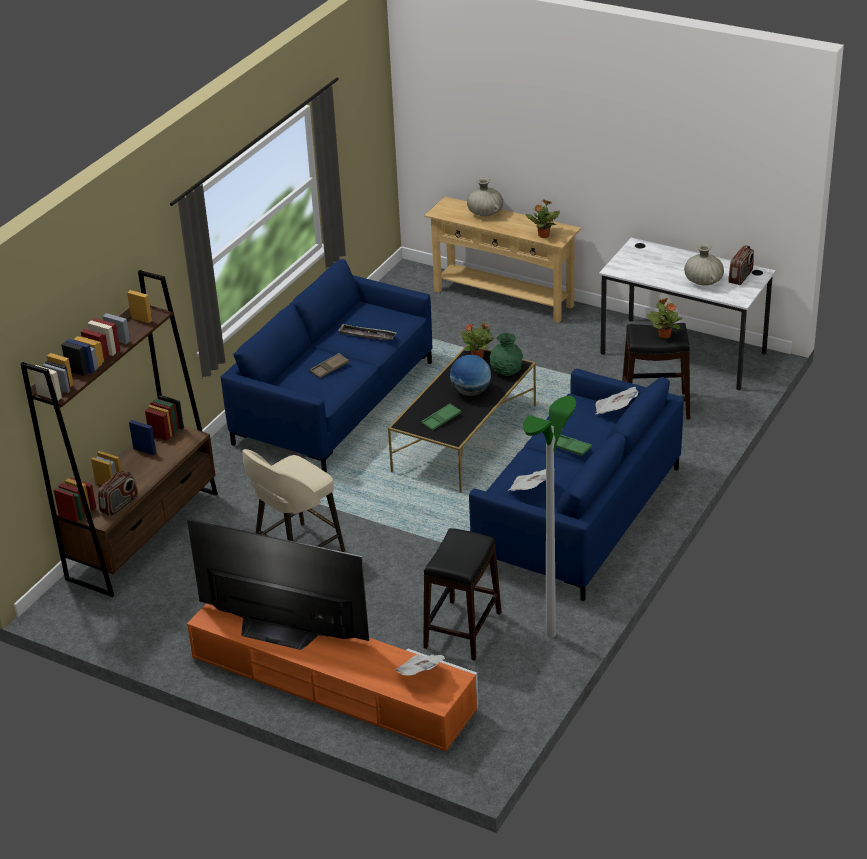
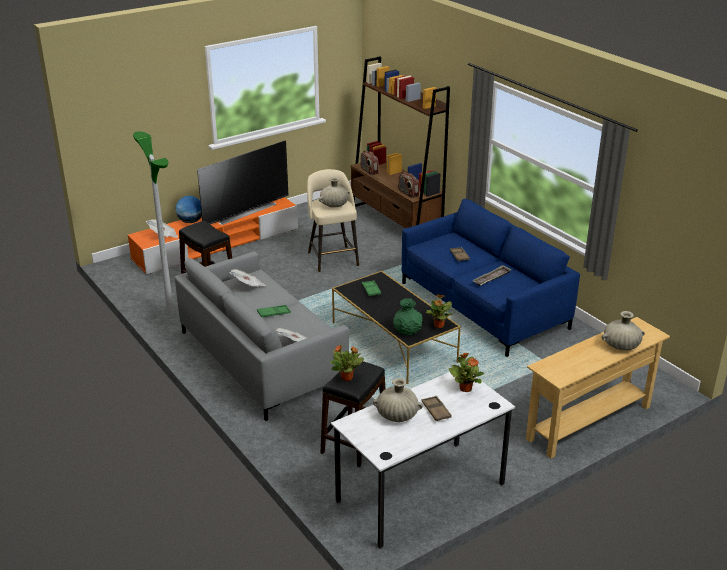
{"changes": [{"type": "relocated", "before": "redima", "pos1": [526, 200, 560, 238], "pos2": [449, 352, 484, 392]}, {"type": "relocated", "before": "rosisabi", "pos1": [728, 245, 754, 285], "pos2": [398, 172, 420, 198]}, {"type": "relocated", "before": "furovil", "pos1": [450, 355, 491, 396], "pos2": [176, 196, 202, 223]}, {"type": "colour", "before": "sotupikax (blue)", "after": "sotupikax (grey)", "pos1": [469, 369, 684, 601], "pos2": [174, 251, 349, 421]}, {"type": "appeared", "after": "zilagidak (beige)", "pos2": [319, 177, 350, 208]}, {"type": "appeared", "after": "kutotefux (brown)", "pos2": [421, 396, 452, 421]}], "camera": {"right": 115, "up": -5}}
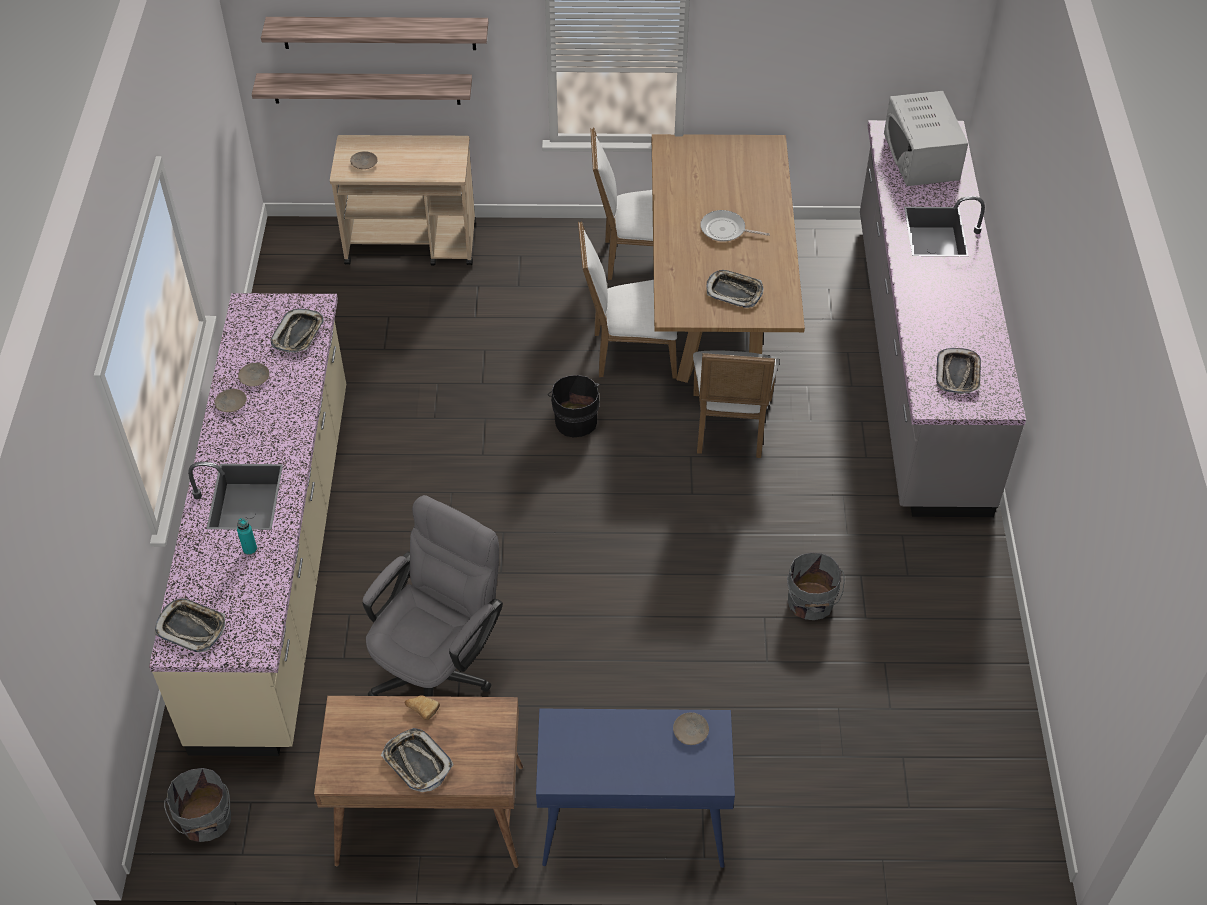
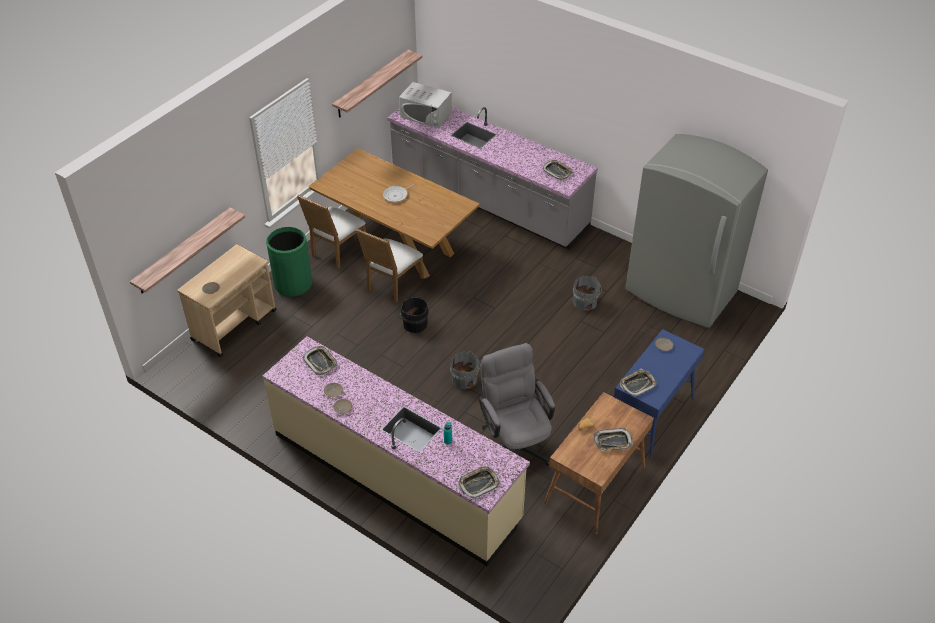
{"changes": [{"type": "relocated", "before": "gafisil", "pos1": [261, 17, 488, 50], "pos2": [332, 50, 422, 118]}, {"type": "relocated", "before": "kutotefux", "pos1": [707, 270, 764, 308], "pos2": [620, 369, 657, 397]}, {"type": "missing", "before": "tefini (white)", "pos1": [693, 350, 780, 458]}, {"type": "relocated", "before": "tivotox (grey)", "pos1": [164, 768, 231, 842], "pos2": [450, 351, 480, 389]}, {"type": "appeared", "after": "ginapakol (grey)", "pos2": [625, 134, 768, 328]}, {"type": "appeared", "after": "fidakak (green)", "pos2": [266, 227, 312, 297]}], "camera": {"right": -55, "up": -5}}
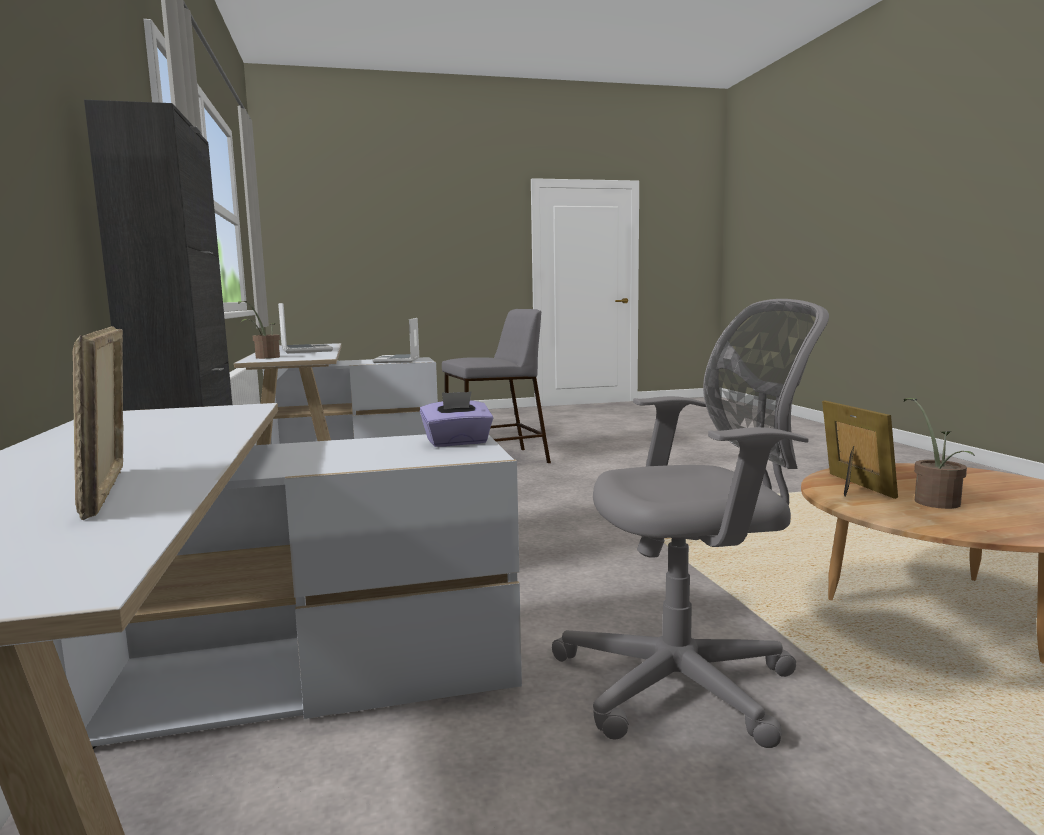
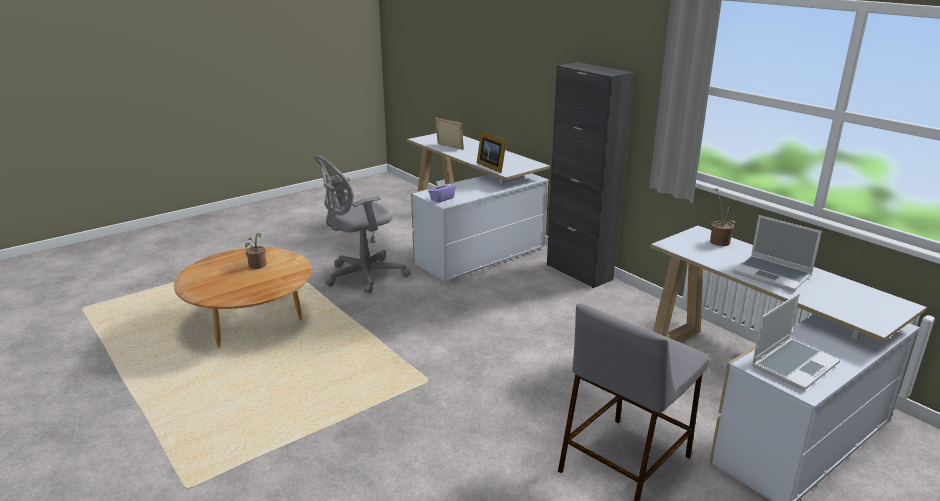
{"changes": [{"type": "spun", "before": "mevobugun", "pos1": [372, 318, 420, 363], "pos2": [751, 293, 840, 390], "turn": 75}, {"type": "relocated", "before": "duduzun", "pos1": [822, 401, 898, 499], "pos2": [477, 131, 507, 173]}], "camera": {"right": 155, "up": 15}}
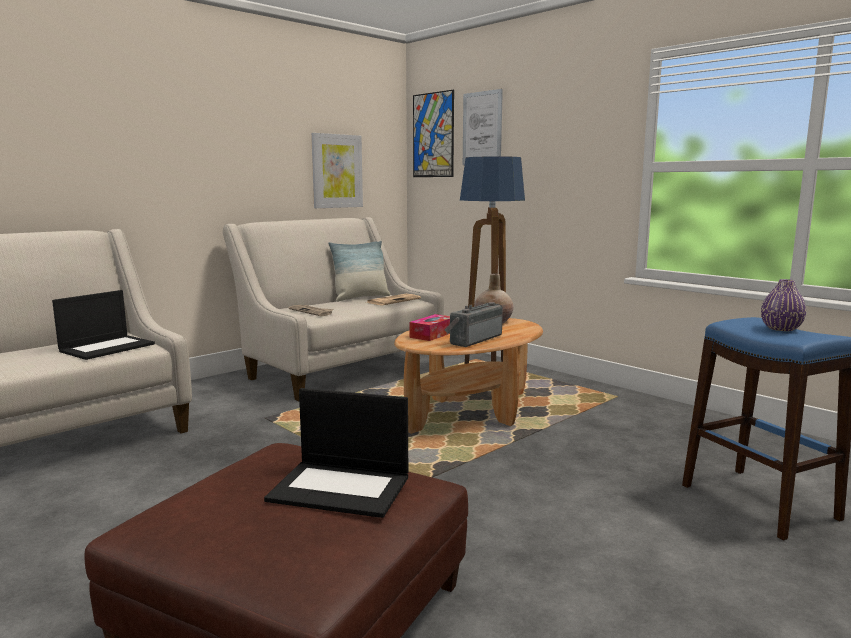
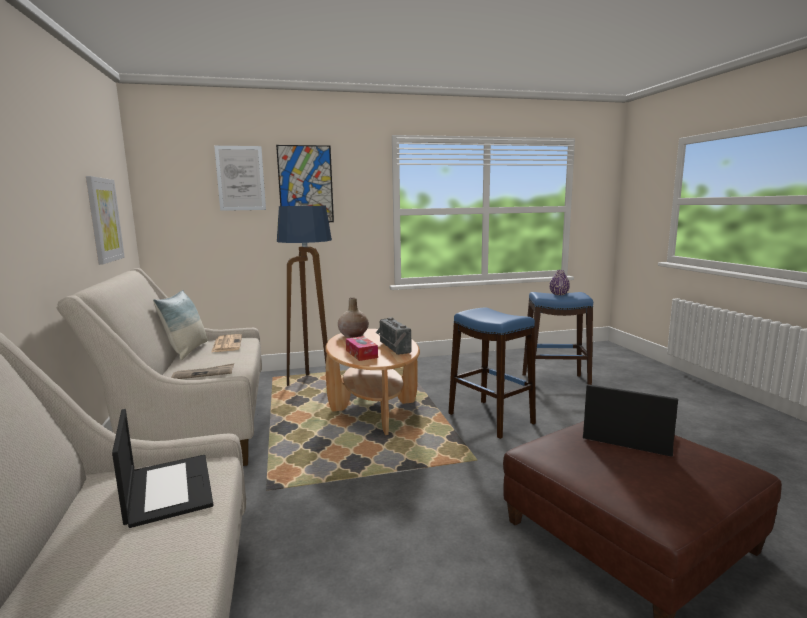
{"changes": [{"type": "relocated", "before": "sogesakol", "pos1": [413, 90, 454, 177], "pos2": [276, 145, 334, 222]}, {"type": "spun", "before": "mevobugun", "pos1": [264, 388, 408, 518], "pos2": [583, 384, 678, 457], "turn": -105}, {"type": "appeared", "after": "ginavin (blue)", "pos2": [448, 307, 536, 439]}], "camera": {"right": -60, "up": 0}}
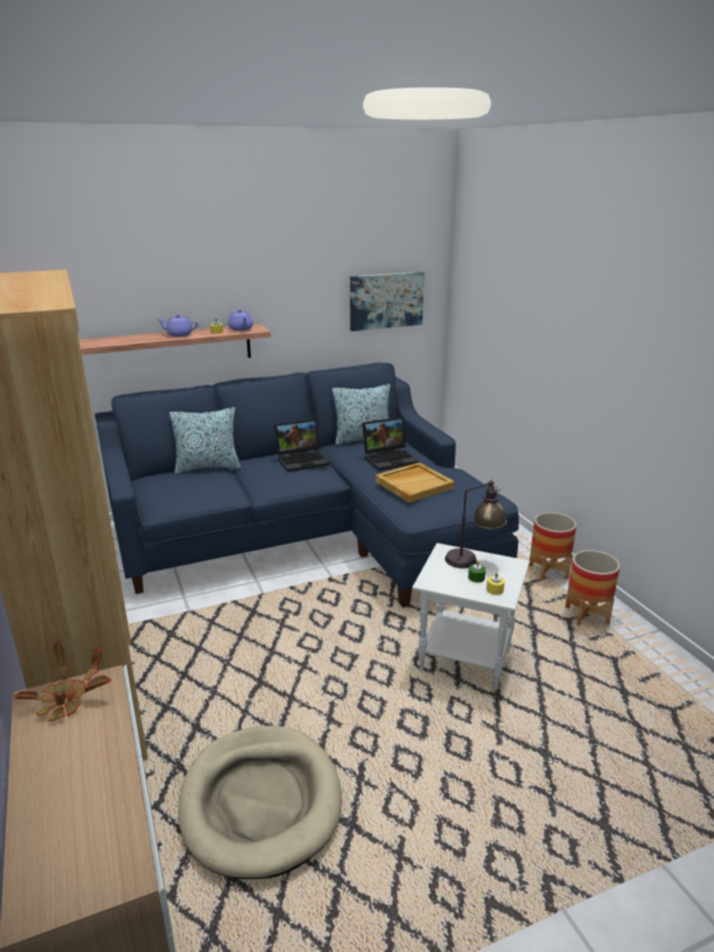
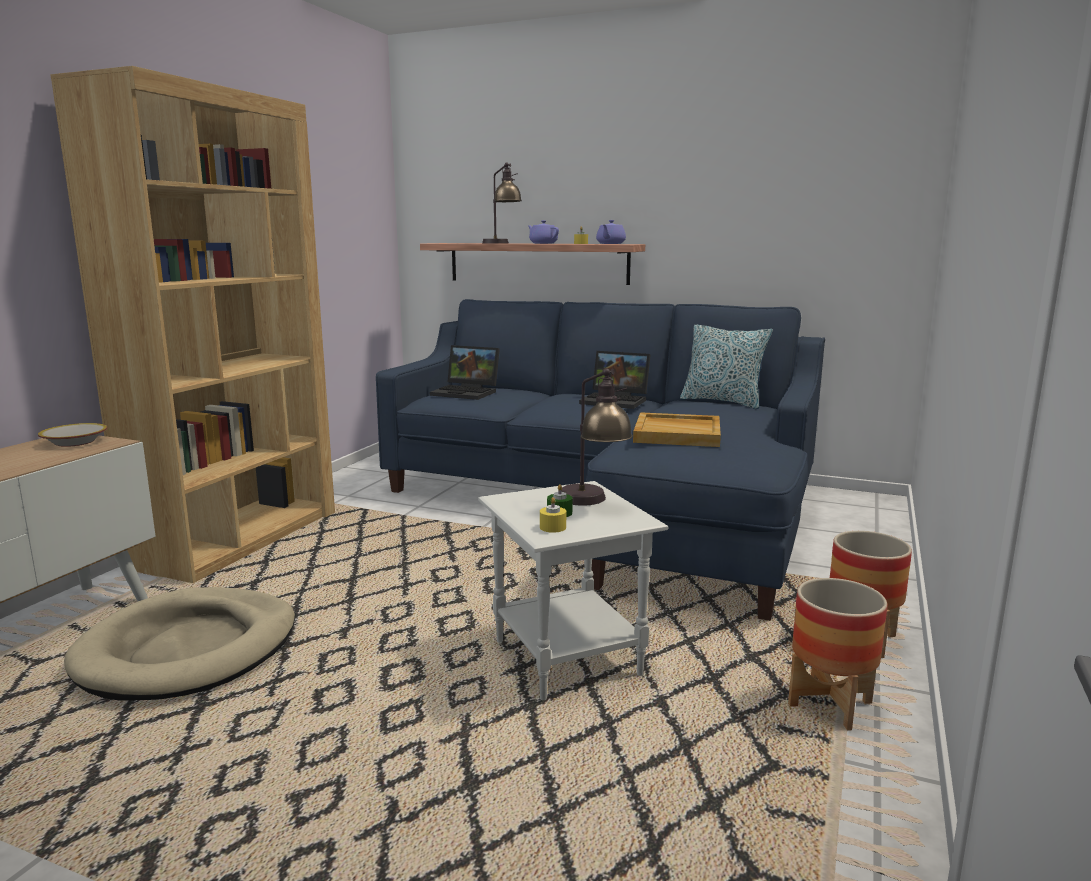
{"changes": [{"type": "missing", "before": "sogesakol", "pos1": [350, 272, 424, 331]}, {"type": "missing", "before": "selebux", "pos1": [169, 407, 241, 474]}, {"type": "relocated", "before": "mevobugun", "pos1": [362, 417, 419, 471], "pos2": [430, 345, 500, 400]}, {"type": "exchanged", "before": "redima", "after": "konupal", "pos1": [14, 641, 111, 721], "pos2": [38, 423, 107, 447]}, {"type": "appeared", "after": "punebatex", "pos2": [482, 163, 522, 244]}], "camera": {"right": 45, "up": -10}}
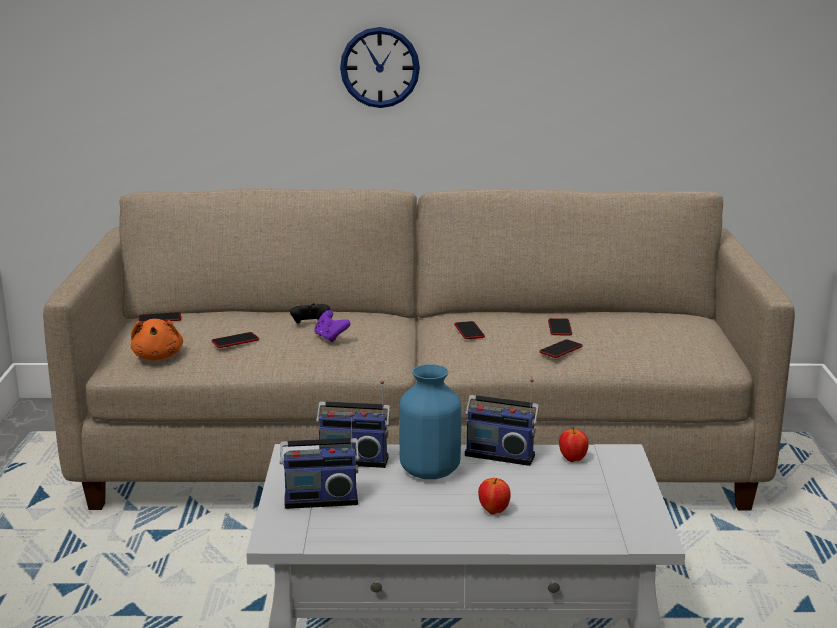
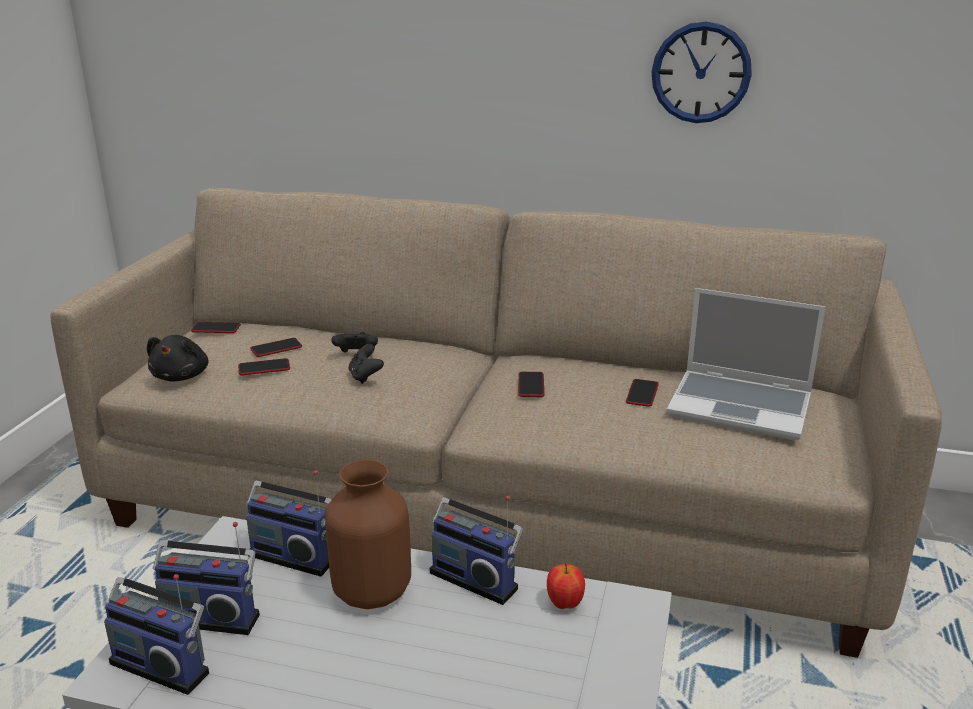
{"changes": [{"type": "relocated", "before": "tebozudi", "pos1": [340, 27, 420, 108], "pos2": [652, 22, 752, 123]}, {"type": "colour", "before": "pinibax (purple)", "after": "pinibax (black)", "pos1": [314, 310, 350, 343], "pos2": [348, 344, 384, 384]}, {"type": "colour", "before": "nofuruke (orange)", "after": "nofuruke (black)", "pos1": [131, 319, 183, 360], "pos2": [147, 335, 209, 381]}, {"type": "relocated", "before": "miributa", "pos1": [539, 339, 583, 358], "pos2": [250, 338, 302, 357]}, {"type": "colour", "before": "zilagidak (blue)", "after": "zilagidak (brown)", "pos1": [399, 364, 461, 479], "pos2": [325, 459, 411, 609]}, {"type": "missing", "before": "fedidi", "pos1": [478, 478, 511, 515]}, {"type": "appeared", "after": "mevobugun", "pos2": [666, 288, 826, 440]}, {"type": "appeared", "after": "rosisabi", "pos2": [104, 574, 209, 695]}], "camera": {"right": 15, "up": 5}}
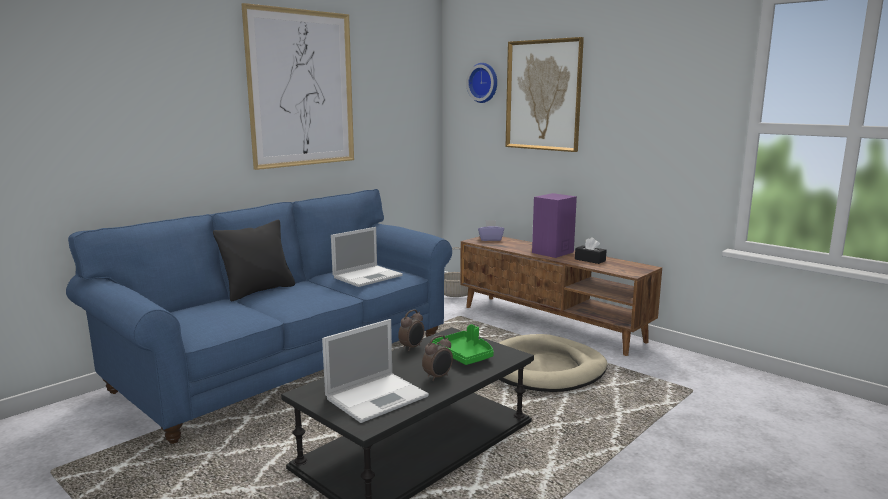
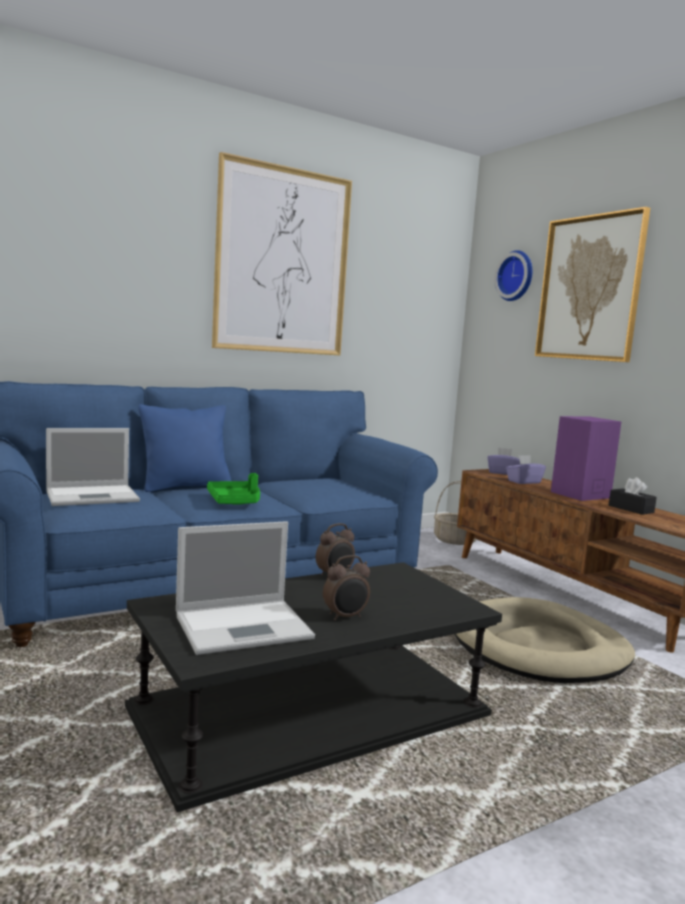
{"changes": [{"type": "colour", "before": "selebux (black)", "after": "selebux (blue)", "pos1": [213, 220, 295, 301], "pos2": [138, 404, 231, 492]}, {"type": "relocated", "before": "mevobugun", "pos1": [331, 227, 403, 287], "pos2": [46, 428, 140, 506]}, {"type": "relocated", "before": "kutotefux (green)", "pos1": [432, 324, 494, 365], "pos2": [207, 473, 260, 505]}, {"type": "appeared", "after": "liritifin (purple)", "pos2": [506, 455, 546, 484]}], "camera": {"right": 15, "up": -5}}
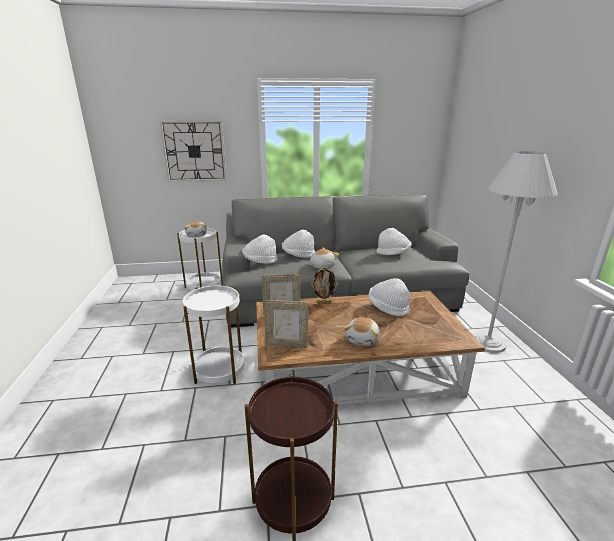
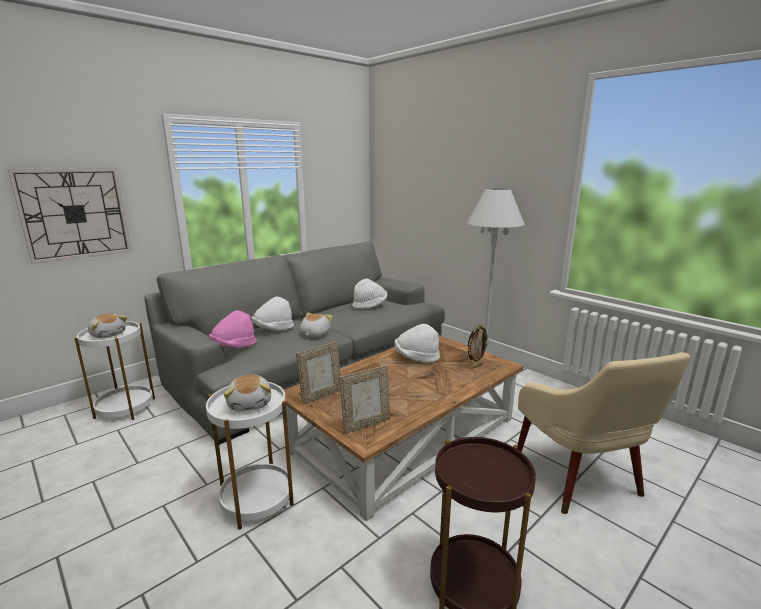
{"changes": [{"type": "colour", "before": "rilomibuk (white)", "after": "rilomibuk (pink)", "pos1": [242, 235, 278, 264], "pos2": [209, 311, 257, 348]}, {"type": "relocated", "before": "duduzun", "pos1": [311, 267, 338, 304], "pos2": [467, 324, 489, 369]}, {"type": "relocated", "before": "nofuruke", "pos1": [344, 317, 380, 346], "pos2": [224, 375, 271, 411]}, {"type": "appeared", "after": "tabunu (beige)", "pos2": [517, 352, 691, 514]}], "camera": {"right": -35, "up": -5}}
